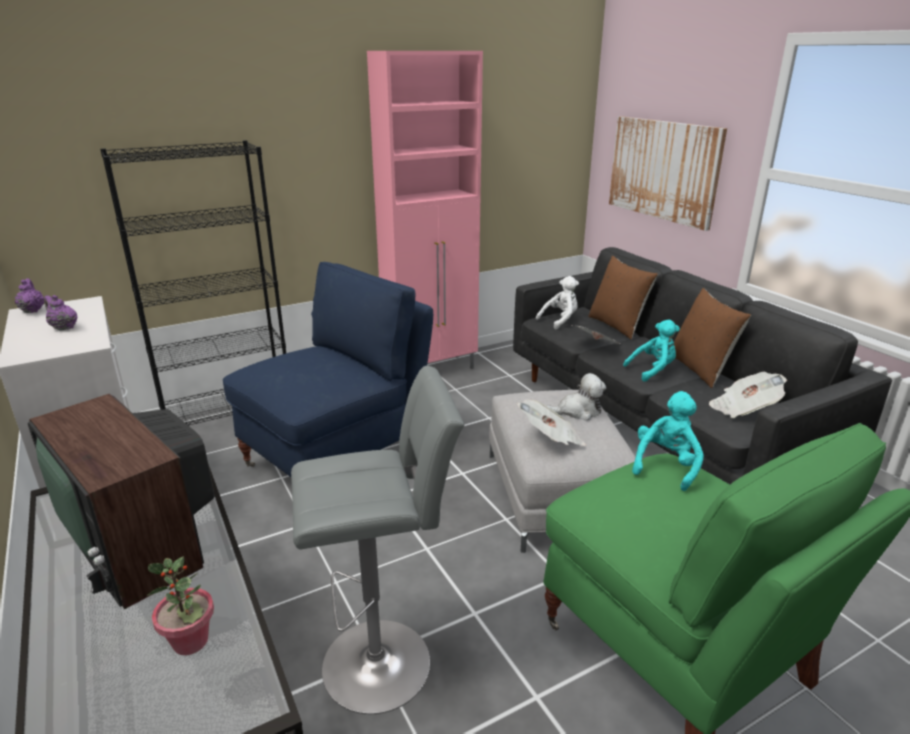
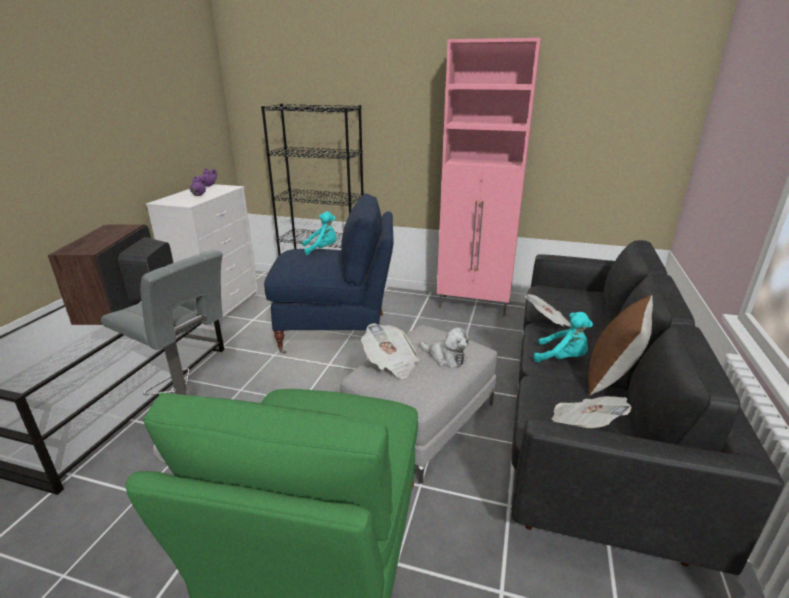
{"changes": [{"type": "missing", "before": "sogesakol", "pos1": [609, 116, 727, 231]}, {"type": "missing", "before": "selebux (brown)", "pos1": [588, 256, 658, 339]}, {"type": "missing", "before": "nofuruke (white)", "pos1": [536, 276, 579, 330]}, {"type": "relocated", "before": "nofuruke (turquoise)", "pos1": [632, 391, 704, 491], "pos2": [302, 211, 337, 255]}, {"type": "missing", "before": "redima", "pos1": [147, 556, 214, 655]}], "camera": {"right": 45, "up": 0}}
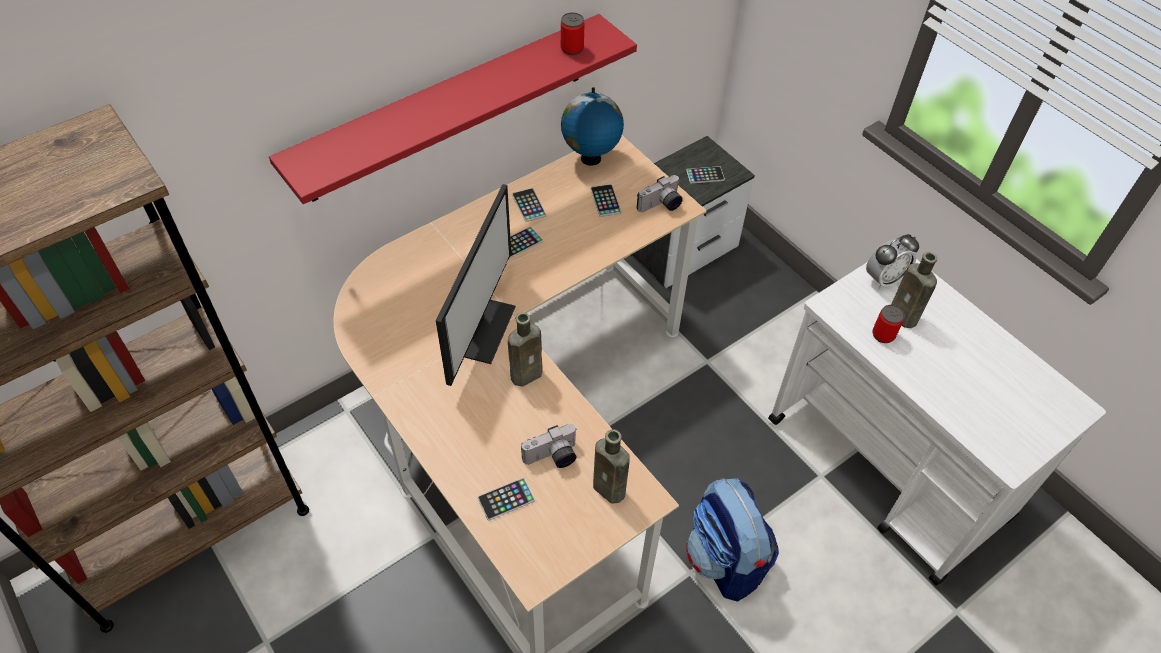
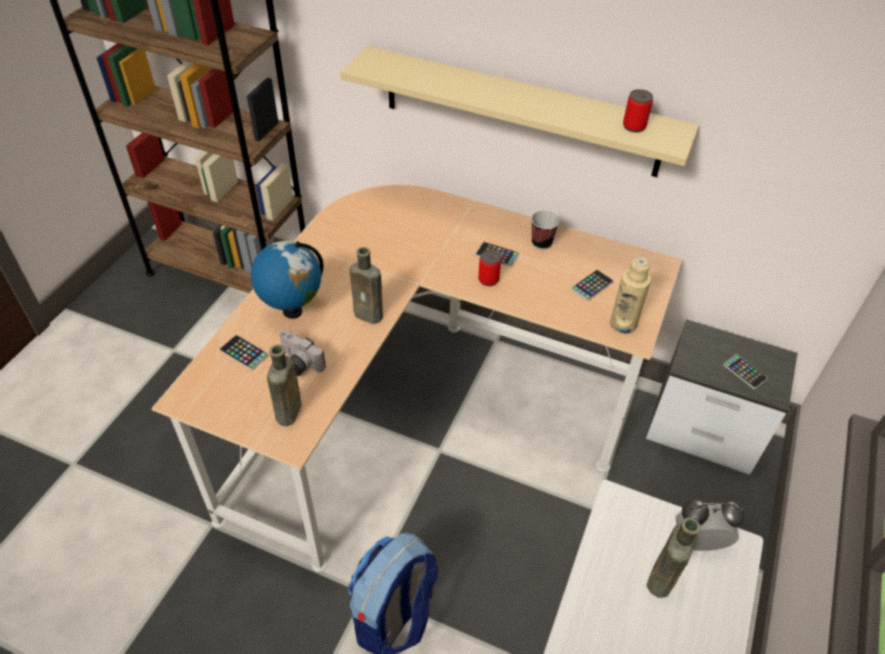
{"changes": [{"type": "colour", "before": "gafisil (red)", "after": "gafisil (beige)", "pos1": [269, 14, 637, 204], "pos2": [340, 45, 699, 177]}, {"type": "relocated", "before": "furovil", "pos1": [561, 87, 624, 166], "pos2": [251, 241, 323, 319]}, {"type": "exchanged", "before": "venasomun", "after": "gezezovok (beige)", "pos1": [637, 175, 683, 212], "pos2": [610, 257, 651, 334]}, {"type": "missing", "before": "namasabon", "pos1": [436, 184, 516, 386]}, {"type": "exchanged", "before": "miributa", "after": "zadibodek", "pos1": [512, 188, 546, 222], "pos2": [531, 211, 560, 250]}, {"type": "spun", "before": "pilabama", "pos1": [866, 234, 919, 290], "pos2": [675, 499, 745, 551], "turn": 150}, {"type": "relocated", "before": "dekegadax", "pos1": [872, 305, 905, 343], "pos2": [478, 250, 501, 286]}], "camera": {"right": 60, "up": -5}}
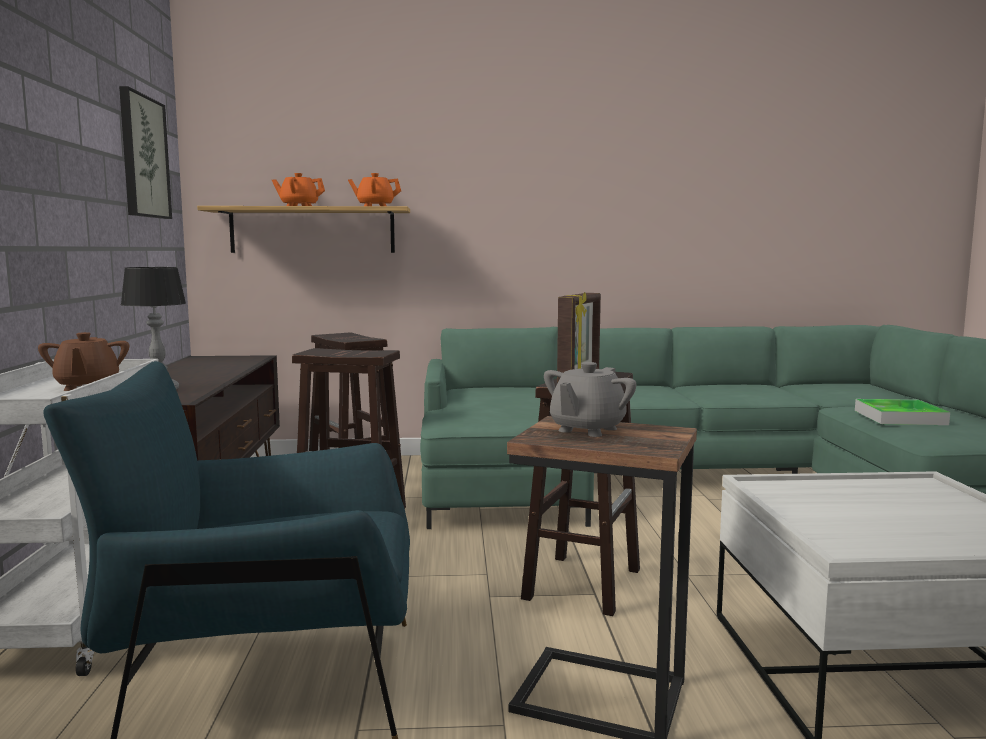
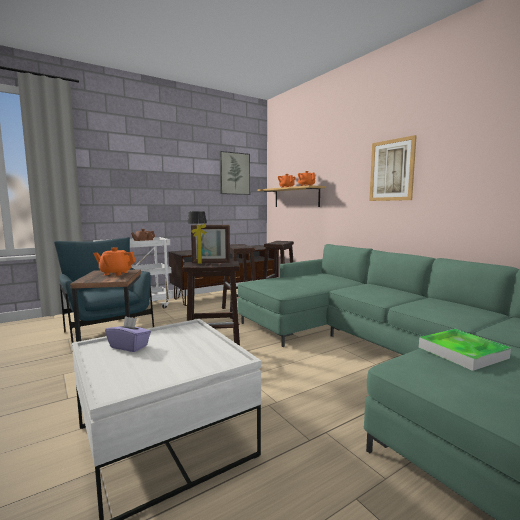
{"changes": [{"type": "colour", "before": "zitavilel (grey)", "after": "zitavilel (orange)", "pos1": [544, 362, 636, 437], "pos2": [93, 247, 136, 276]}, {"type": "appeared", "after": "sogesakol", "pos2": [369, 135, 417, 201]}, {"type": "appeared", "after": "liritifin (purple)", "pos2": [105, 316, 151, 352]}], "camera": {"right": 60, "up": 0}}
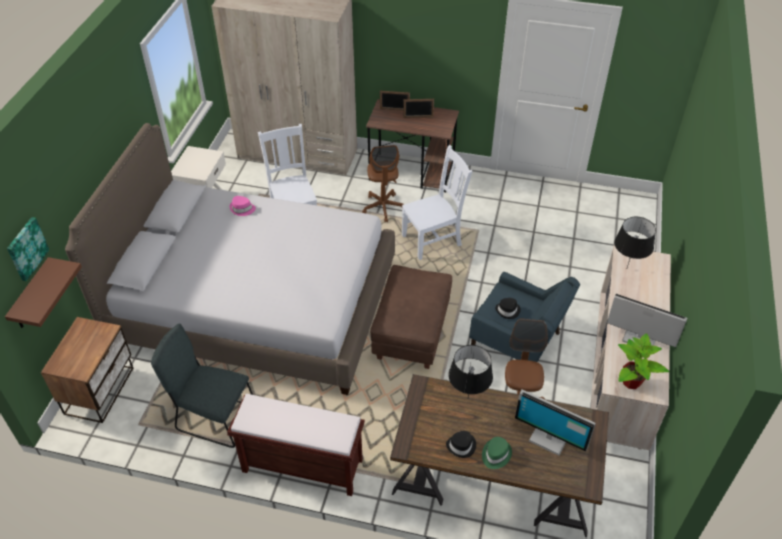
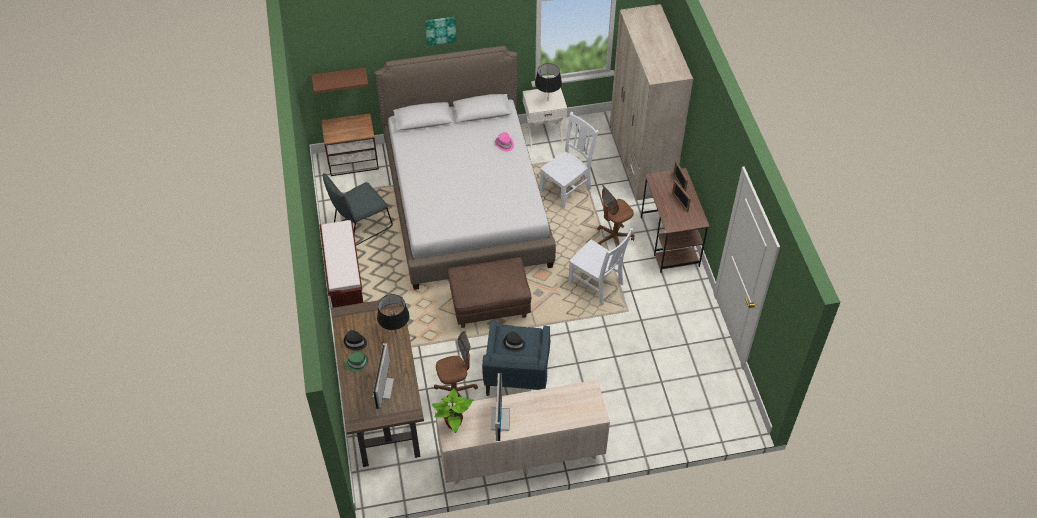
{"changes": [{"type": "relocated", "before": "sogesakol", "pos1": [7, 217, 49, 281], "pos2": [425, 17, 457, 46]}, {"type": "relocated", "before": "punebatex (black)", "pos1": [614, 217, 656, 268], "pos2": [535, 63, 562, 93]}, {"type": "spun", "before": "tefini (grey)", "pos1": [151, 324, 253, 448], "pos2": [323, 173, 393, 246], "turn": -120}], "camera": {"right": 65, "up": 5}}
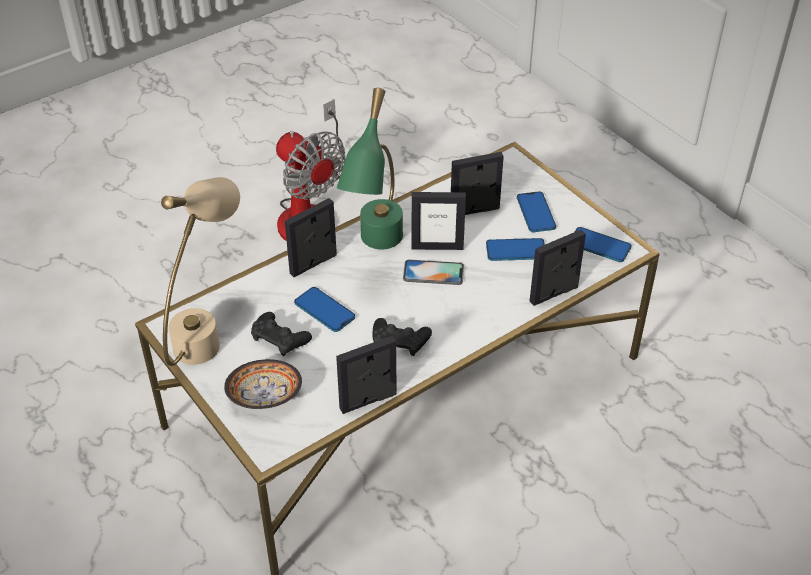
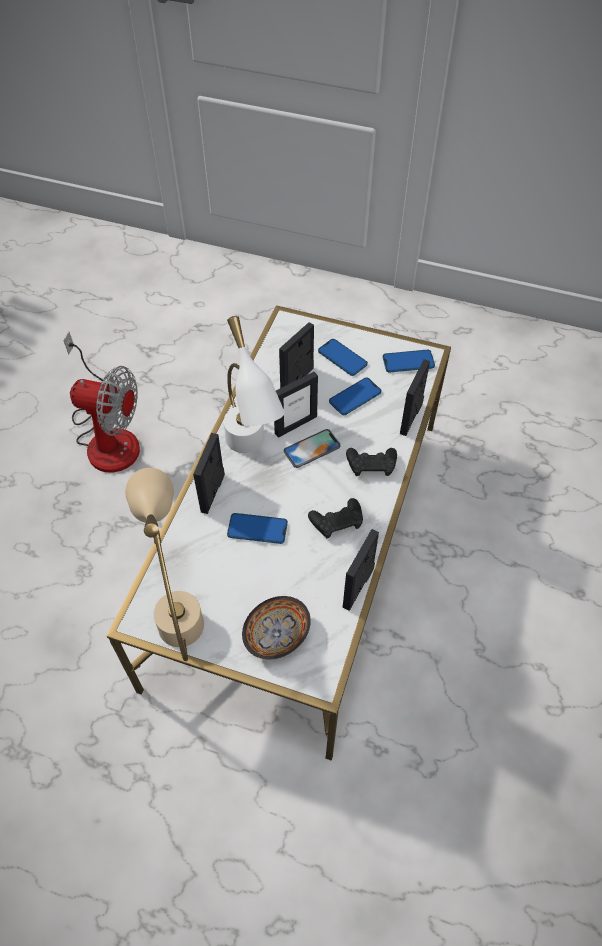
{"changes": [{"type": "colour", "before": "punebatex (green)", "after": "punebatex (white)", "pos1": [337, 88, 403, 249], "pos2": [224, 316, 285, 453]}, {"type": "relocated", "before": "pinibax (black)", "pos1": [251, 312, 312, 356], "pos2": [346, 448, 397, 476]}], "camera": {"right": -35, "up": 10}}
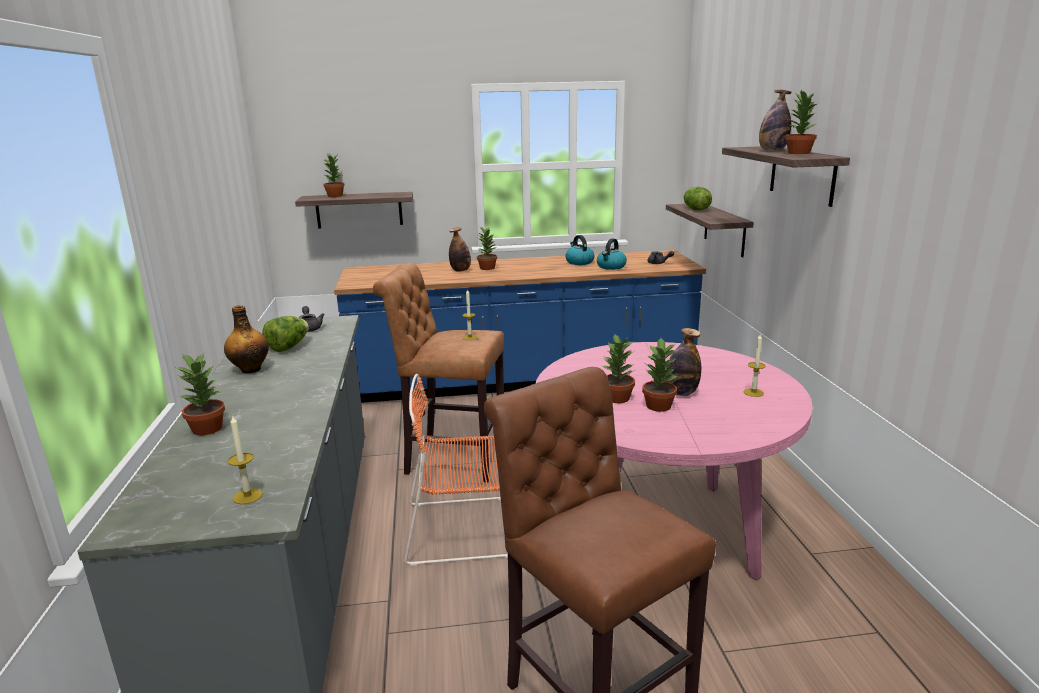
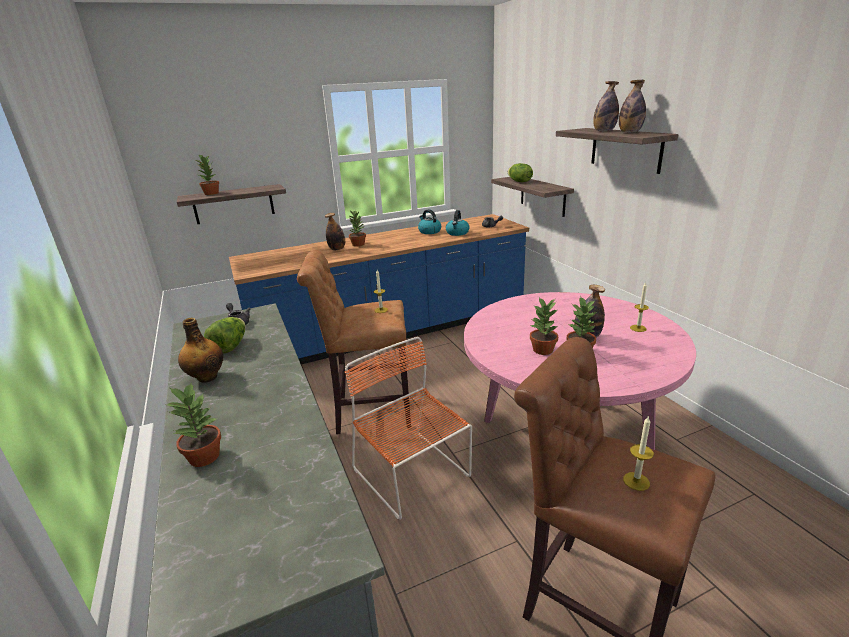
{"changes": [{"type": "exchanged", "before": "redima", "after": "gezezovok", "pos1": [785, 90, 817, 154], "pos2": [619, 80, 646, 132]}, {"type": "spun", "before": "tefini (orange)", "pos1": [404, 374, 508, 566], "pos2": [345, 337, 472, 520], "turn": 75}, {"type": "relocated", "before": "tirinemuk", "pos1": [228, 415, 263, 504], "pos2": [623, 416, 654, 491]}], "camera": {"right": -15, "up": 5}}
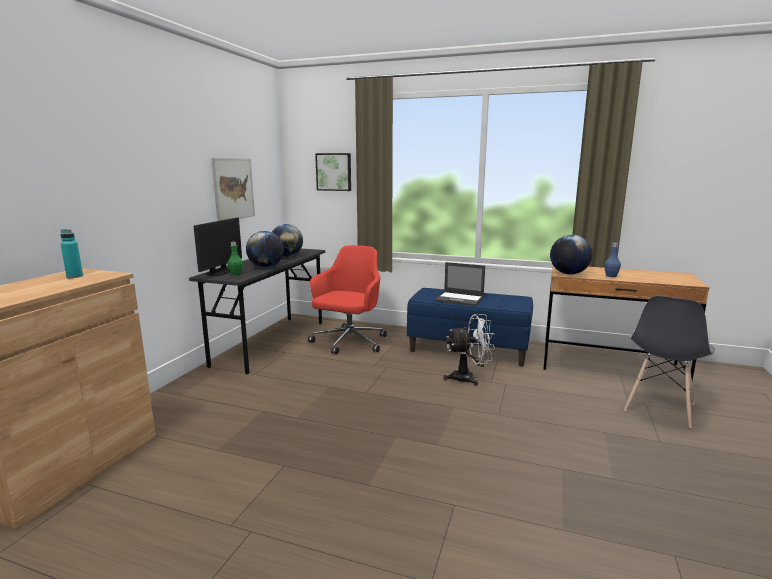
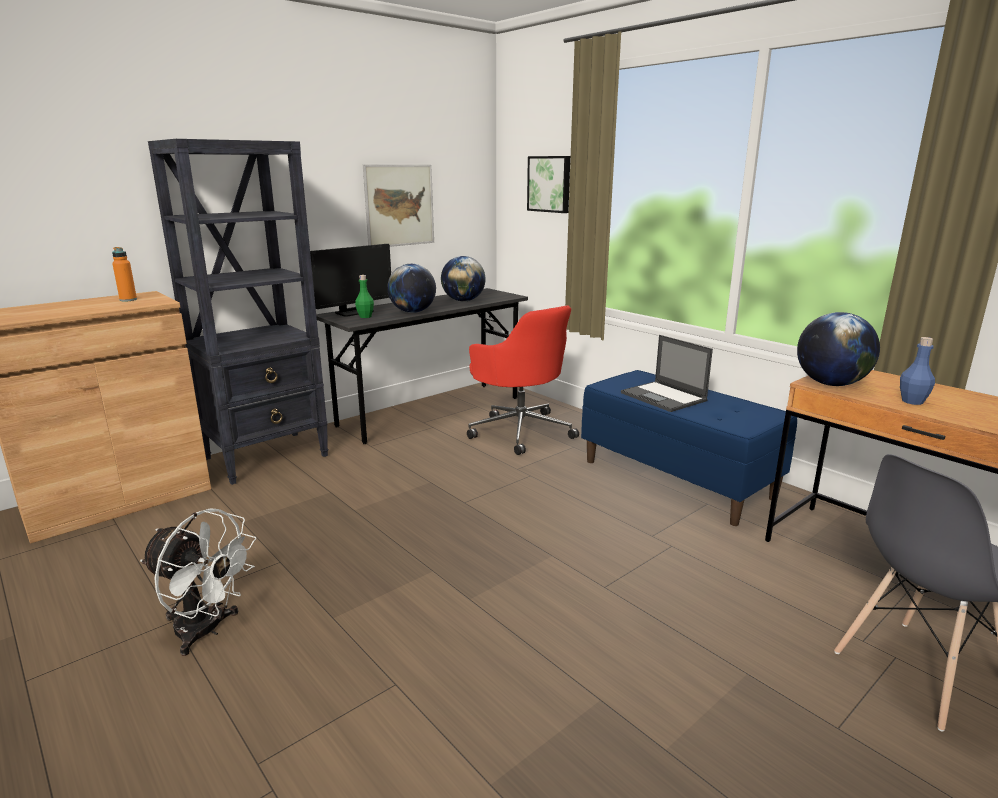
{"changes": [{"type": "colour", "before": "gezezovok (turquoise)", "after": "gezezovok (orange)", "pos1": [60, 229, 83, 278], "pos2": [112, 247, 137, 301]}, {"type": "spun", "before": "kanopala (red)", "pos1": [308, 245, 387, 354], "pos2": [467, 305, 579, 455], "turn": 90}, {"type": "relocated", "before": "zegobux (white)", "pos1": [443, 314, 495, 386], "pos2": [140, 508, 256, 656]}, {"type": "appeared", "after": "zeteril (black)", "pos2": [148, 139, 329, 485]}], "camera": {"right": 30, "up": 5}}
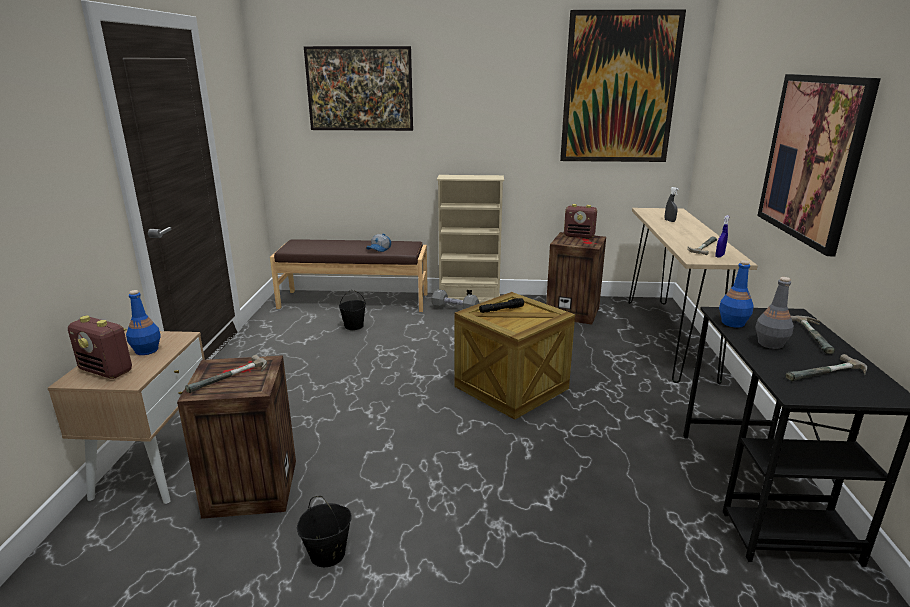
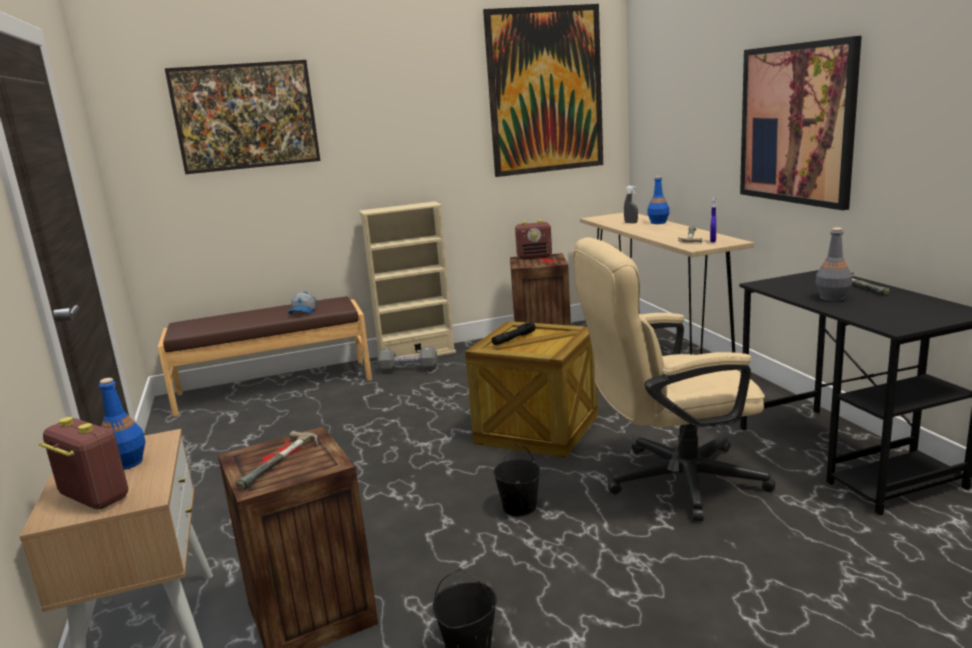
{"changes": [{"type": "relocated", "before": "gezezovok (blue)", "pos1": [719, 260, 754, 328], "pos2": [648, 176, 669, 224]}, {"type": "relocated", "before": "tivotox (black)", "pos1": [339, 290, 366, 330], "pos2": [493, 444, 541, 516]}, {"type": "spun", "before": "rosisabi", "pos1": [68, 316, 132, 379], "pos2": [39, 417, 128, 509], "turn": -150}, {"type": "missing", "before": "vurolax", "pos1": [786, 354, 867, 382]}, {"type": "appeared", "after": "kanopala (beige)", "pos2": [573, 237, 776, 521]}], "camera": {"right": -20, "up": -5}}
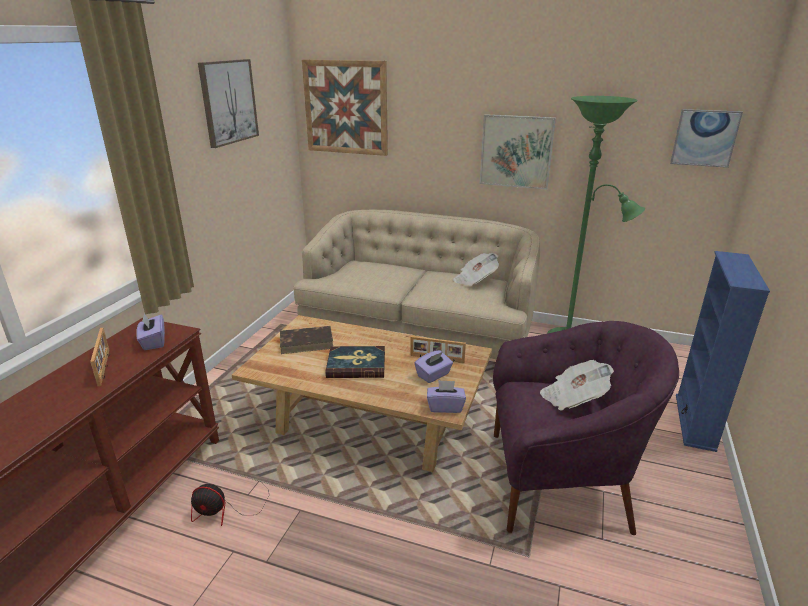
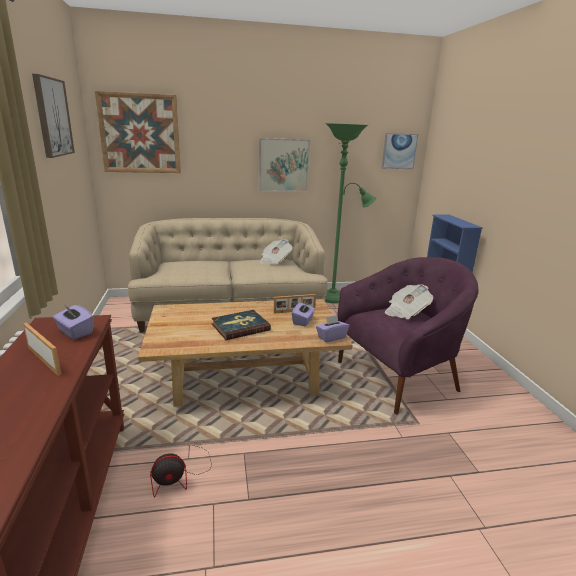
{"changes": [{"type": "missing", "before": "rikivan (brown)", "pos1": [280, 326, 333, 354]}], "camera": {"right": -30, "up": -5}}
